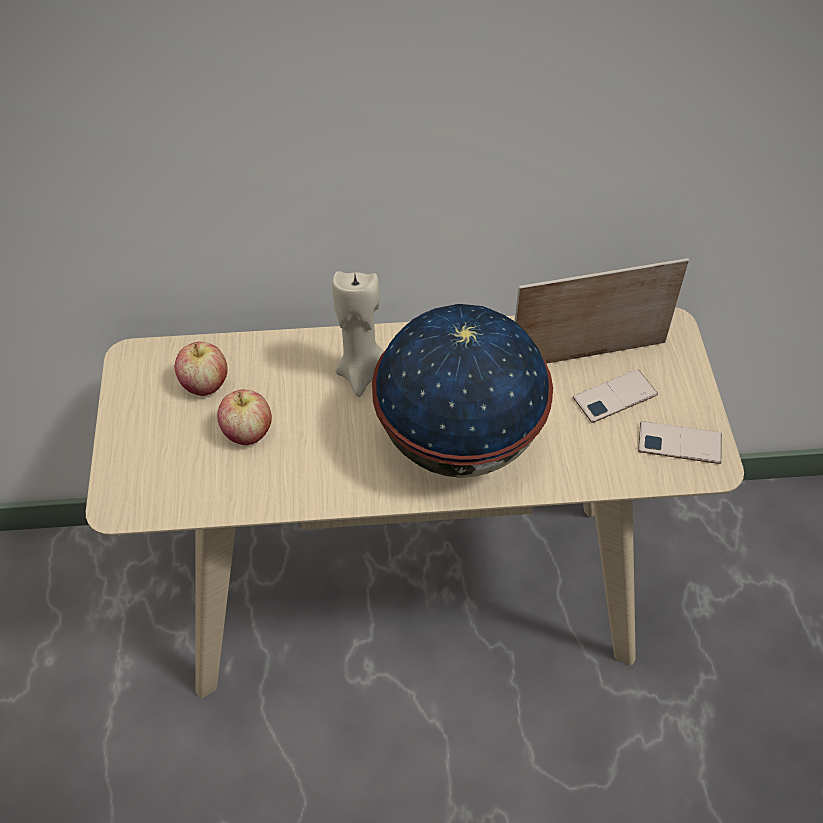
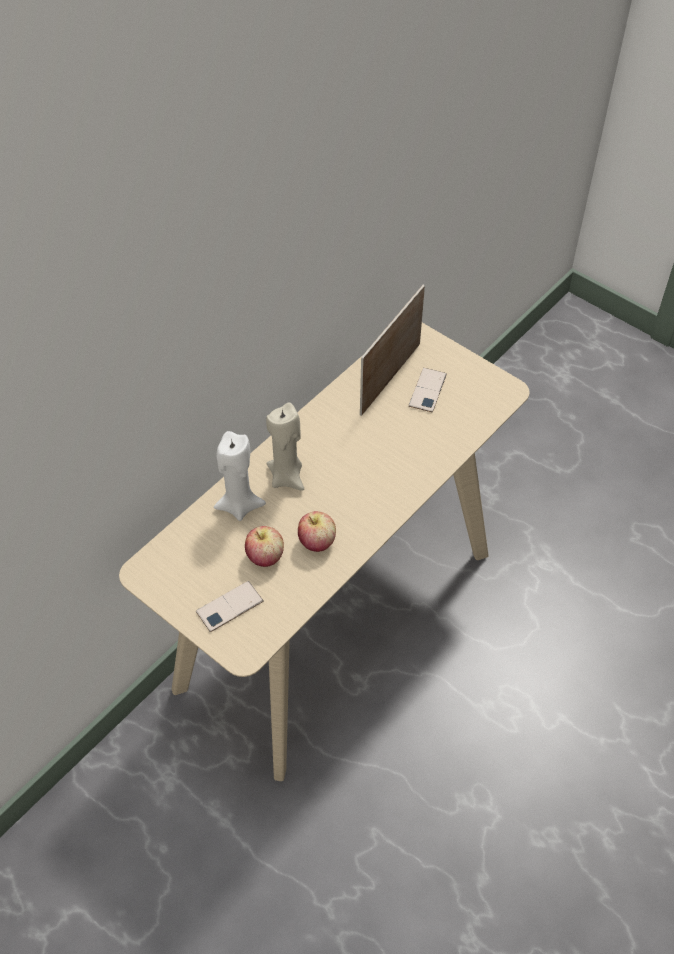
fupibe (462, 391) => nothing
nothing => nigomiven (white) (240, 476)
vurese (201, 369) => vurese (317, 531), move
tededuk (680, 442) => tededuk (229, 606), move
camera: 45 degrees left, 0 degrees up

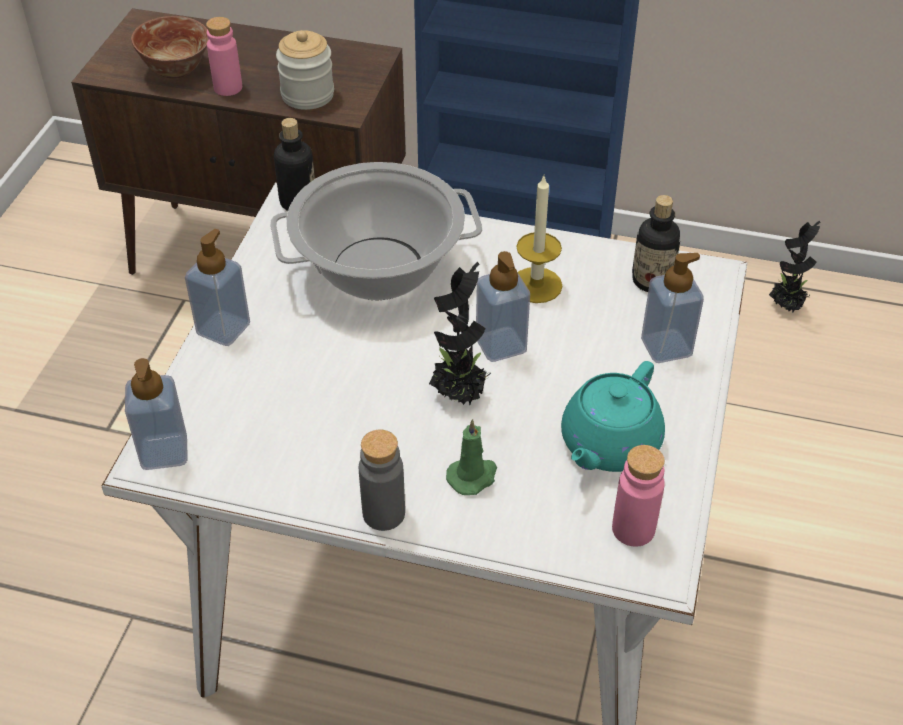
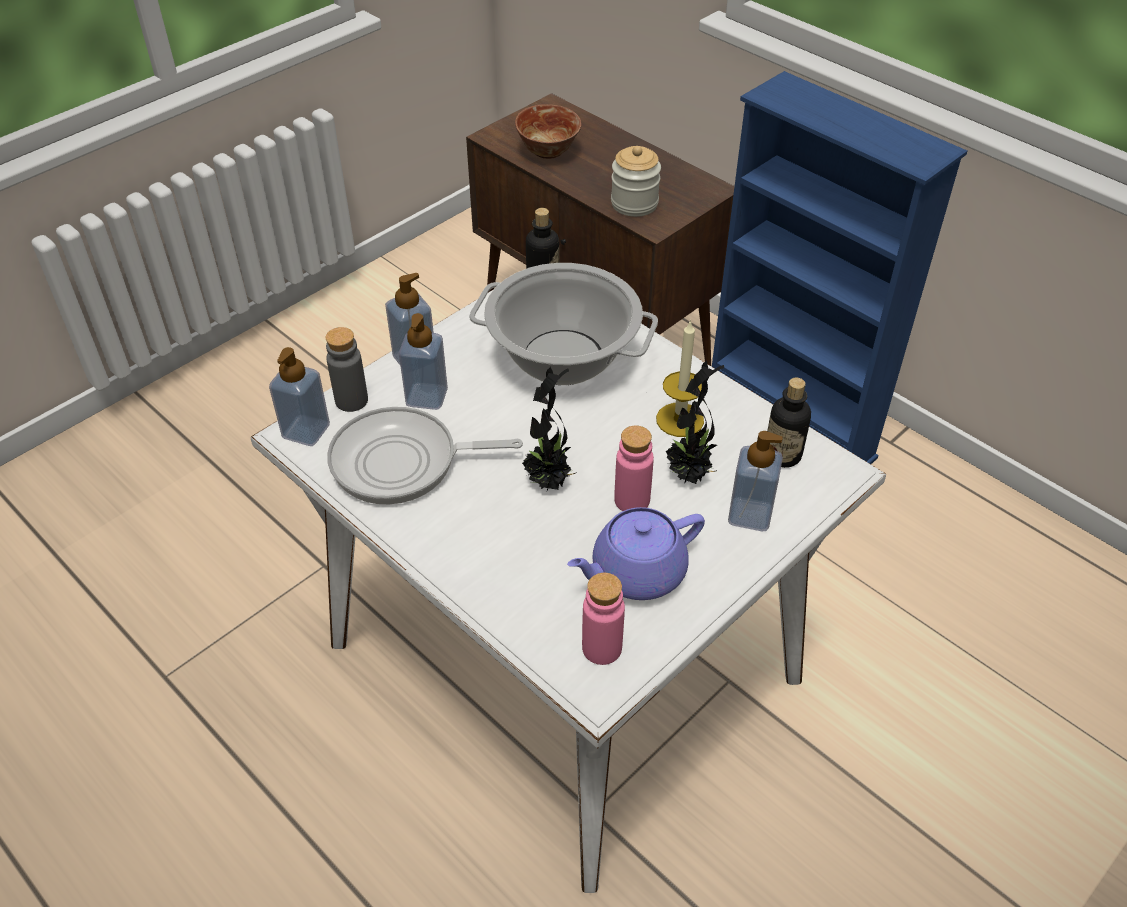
nigomiven (green) (471, 457) => nothing
nothing => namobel (425, 456)
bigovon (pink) (224, 56) => bigovon (pink) (634, 468), move
bigovon (grey) (382, 480) => bigovon (grey) (346, 369), move
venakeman (503, 306) => venakeman (423, 361), move
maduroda (795, 267) => maduroda (695, 422), move
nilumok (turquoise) (613, 416) => nilumok (purple) (636, 553)
camera: 30 degrees right, 0 degrees up

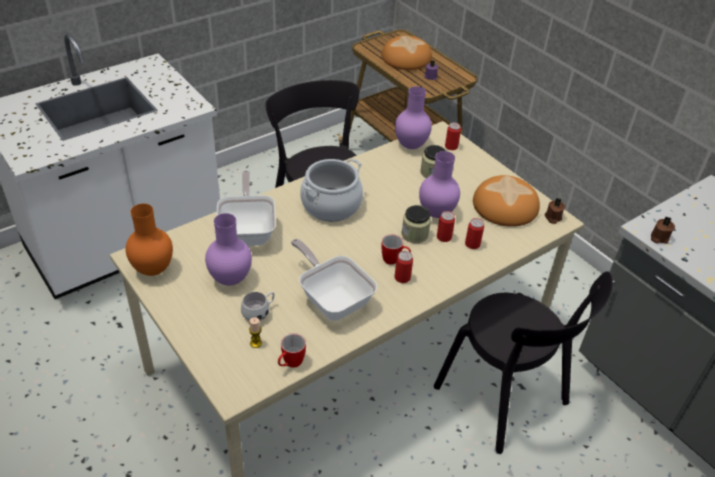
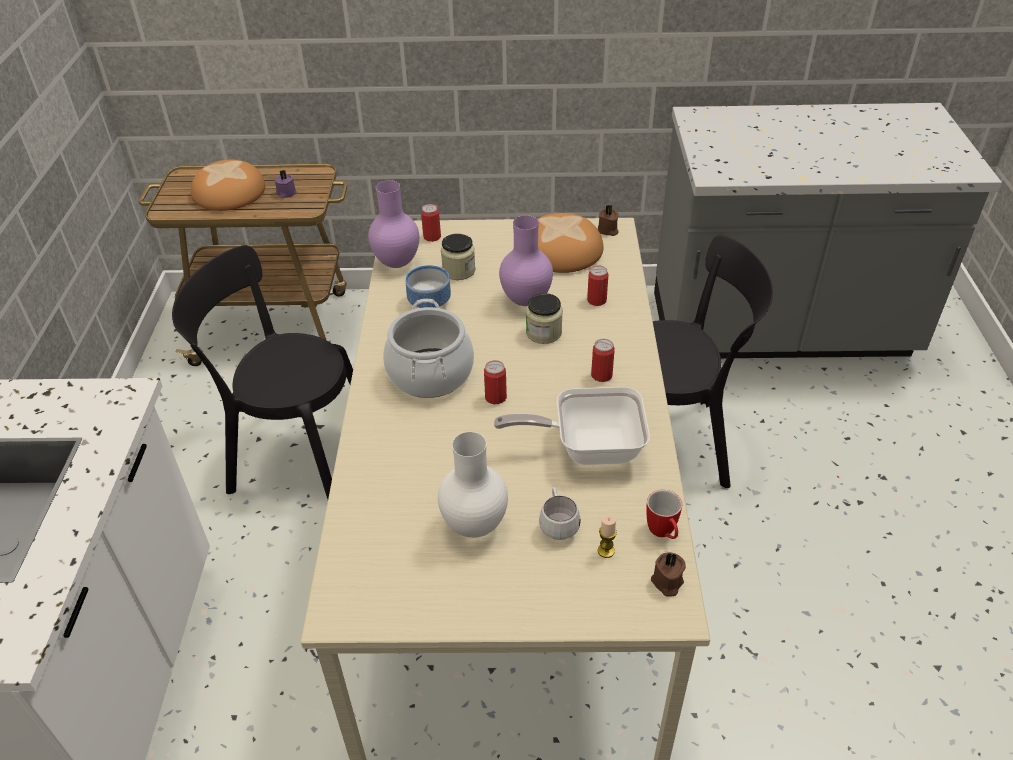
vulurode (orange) (149, 239) => nothing
namobel (246, 208) => nothing
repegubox (396, 249) => nothing
nothing => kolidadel (428, 286)
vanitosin (446, 226) => vanitosin (495, 382), move
nigomiven (brown) (663, 229) => nigomiven (brown) (668, 575), move
vulurode (purple) (228, 249) => vulurode (white) (473, 485)
camera: 50 degrees left, 0 degrees up

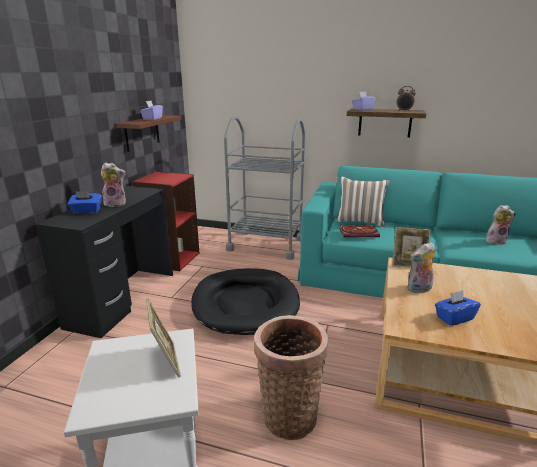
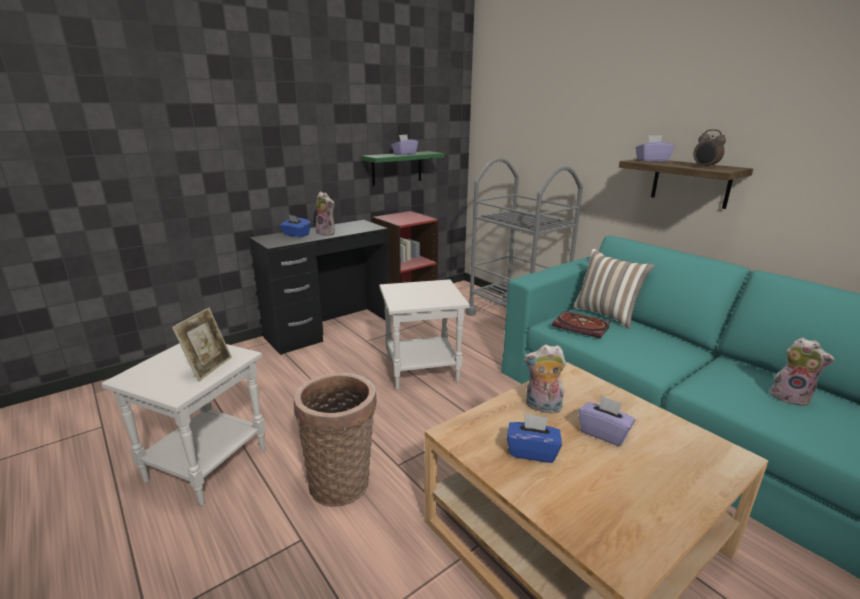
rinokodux (412, 247) => nothing
nothing => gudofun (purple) (607, 420)
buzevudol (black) (245, 301) => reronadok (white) (424, 334)
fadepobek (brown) (148, 133) => fadepobek (green) (403, 168)
camera: 35 degrees right, 0 degrees up

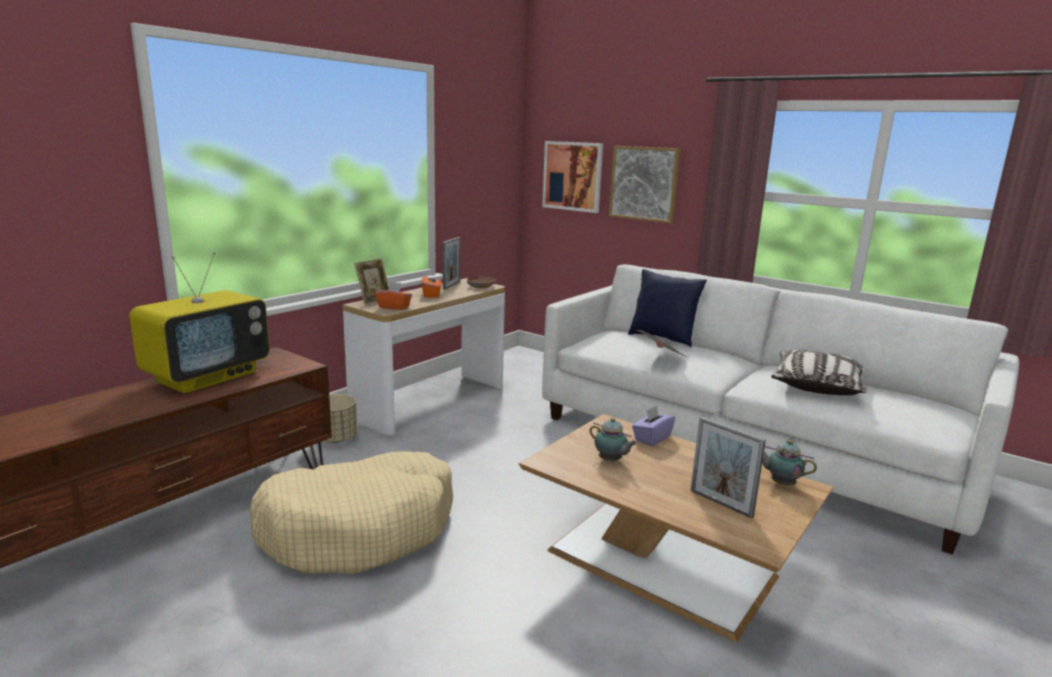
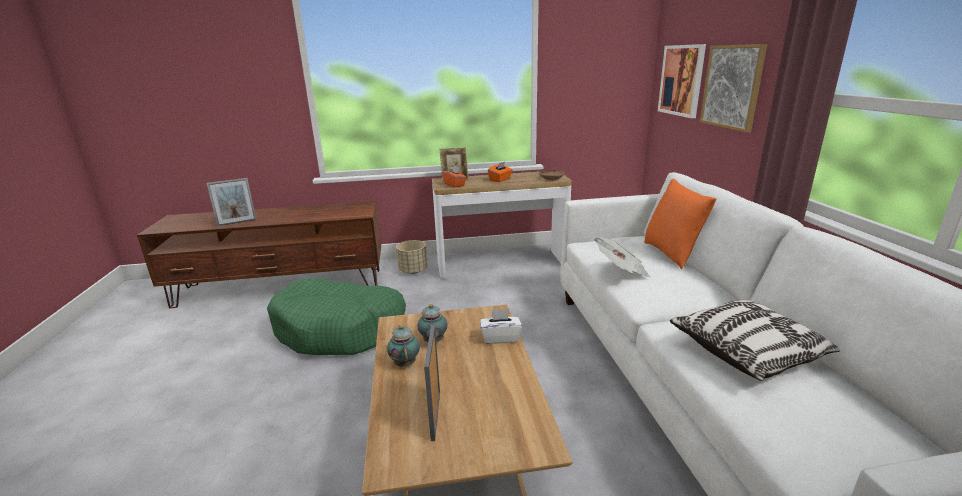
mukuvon (199, 322) => nothing
rinokodux (451, 263) => rinokodux (231, 202), move
nilumok (789, 463) => nilumok (403, 346), move
buzevudol (beige) (351, 513) => buzevudol (green) (336, 316)
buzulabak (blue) (667, 308) => buzulabak (orange) (680, 224)
gudofun (purple) (653, 426) => gudofun (white) (501, 326)
camera: 45 degrees right, 5 degrees up

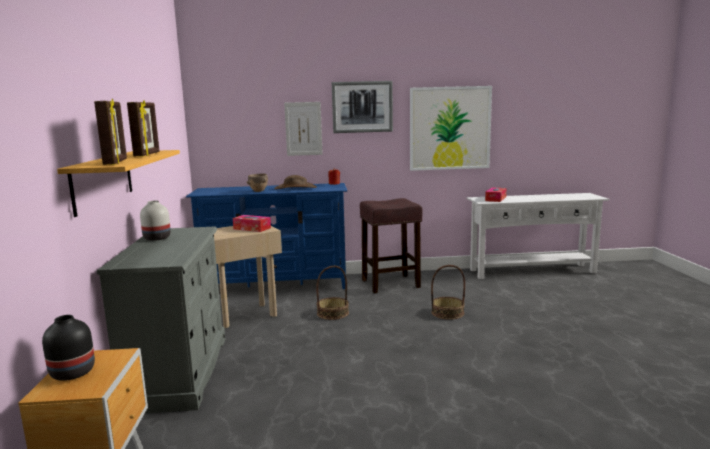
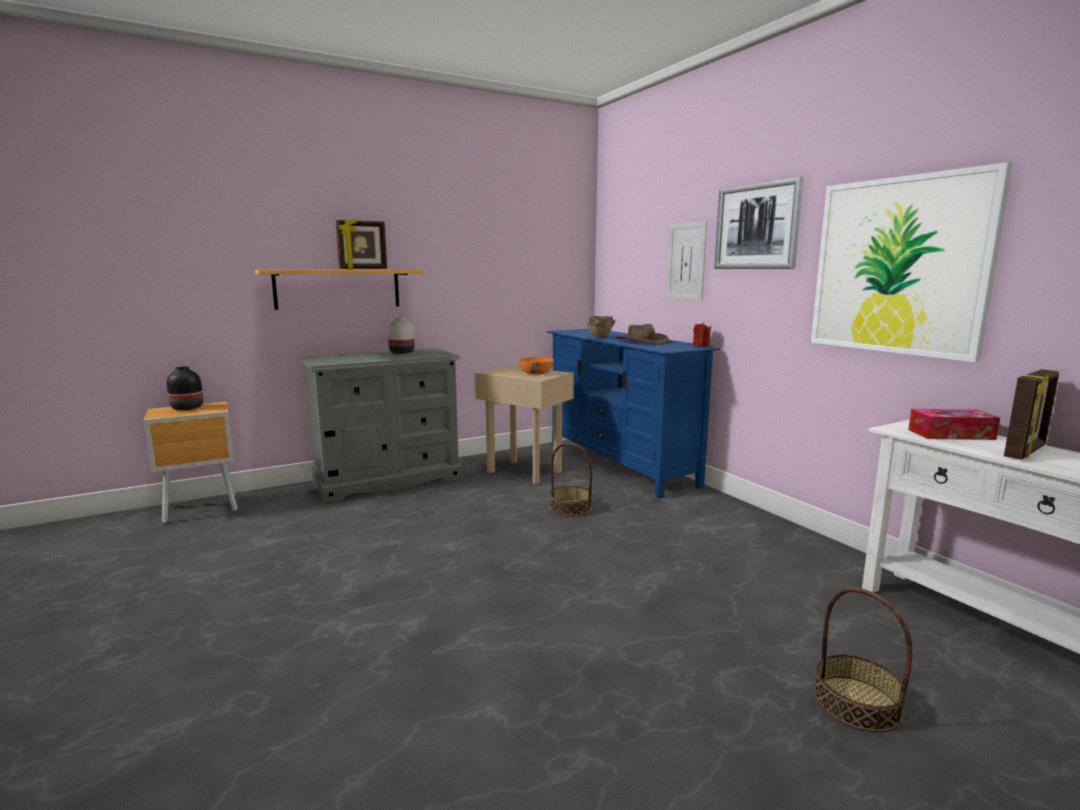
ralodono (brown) (391, 245) => nothing
rinokodux (110, 131) => rinokodux (1031, 414), move
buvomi (448, 292) => buvomi (863, 659), move
gudofun (252, 223) => kolidadel (orange) (536, 366)
camera: 65 degrees right, 0 degrees up

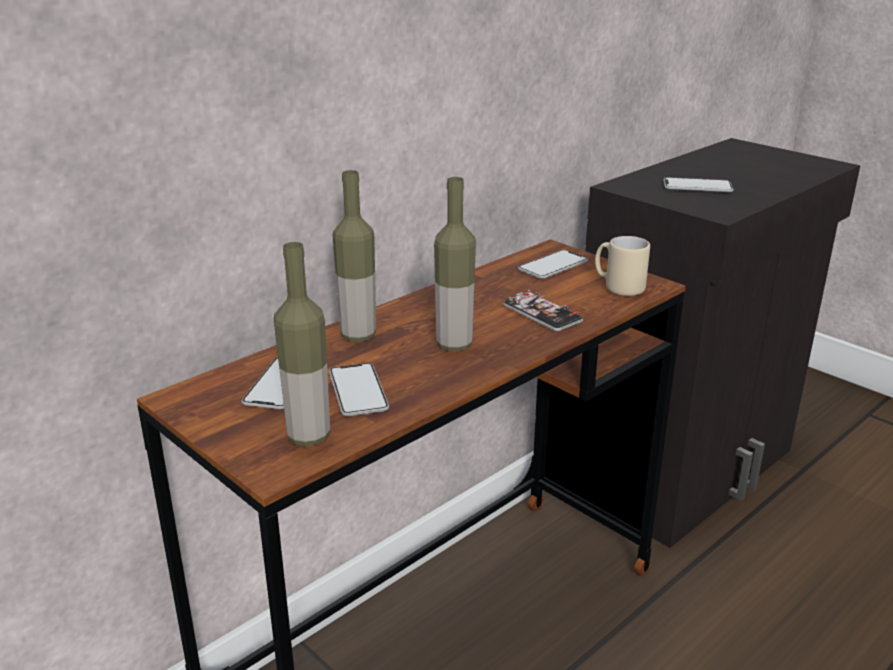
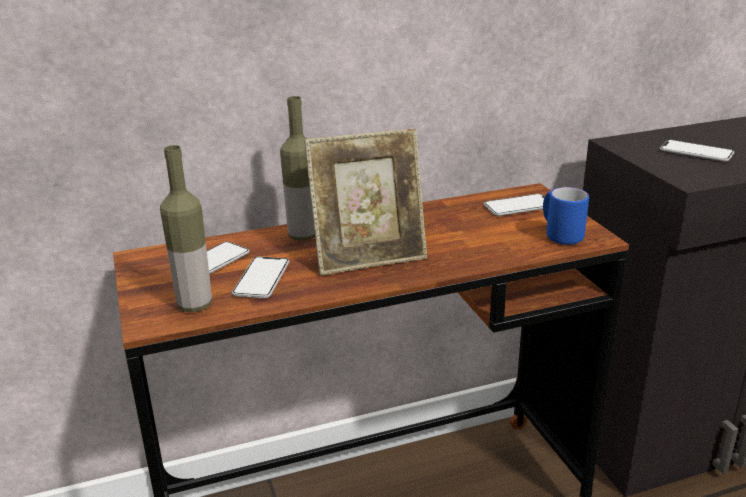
tededuk (543, 310) => nothing
bigovon (455, 264) => rinokodux (365, 202)
repegubox (beige) (622, 266) => repegubox (blue) (566, 216)
camera: 25 degrees right, 0 degrees up

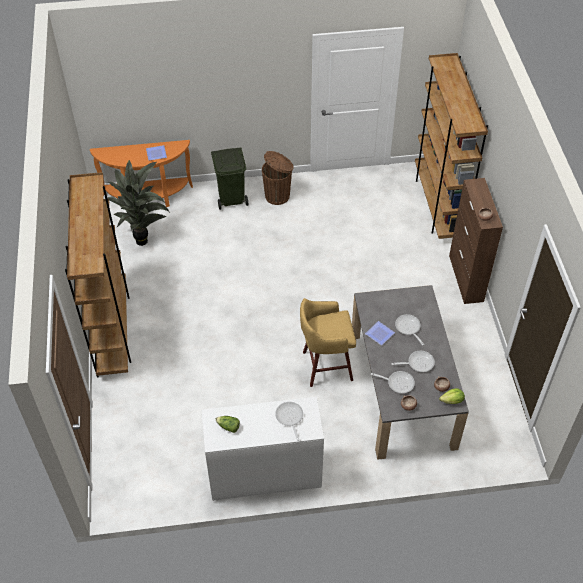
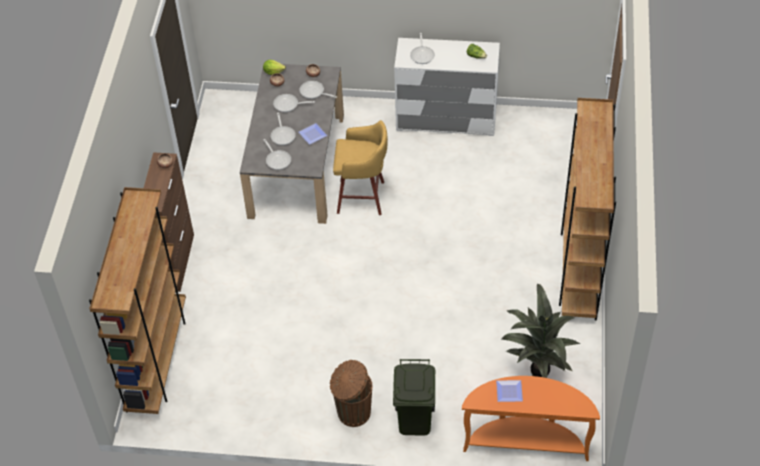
nothing => namobel (277, 154)
camera: 165 degrees left, 0 degrees up

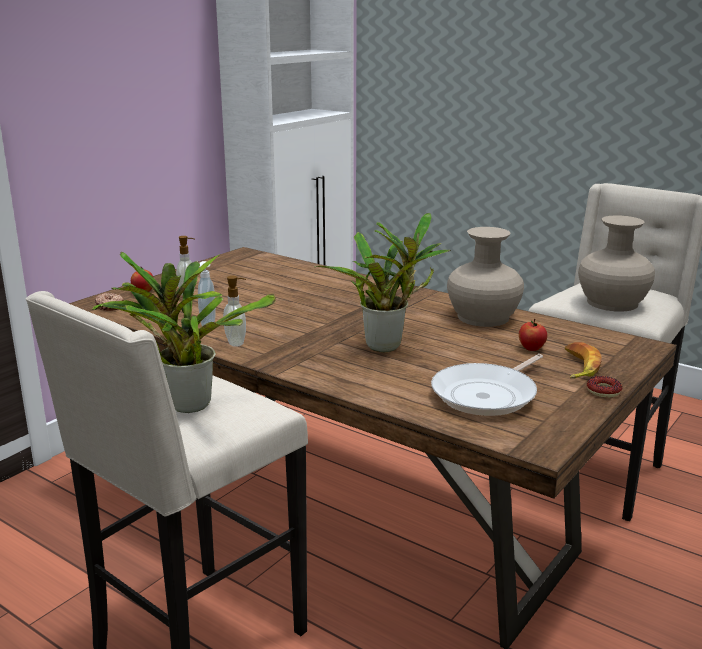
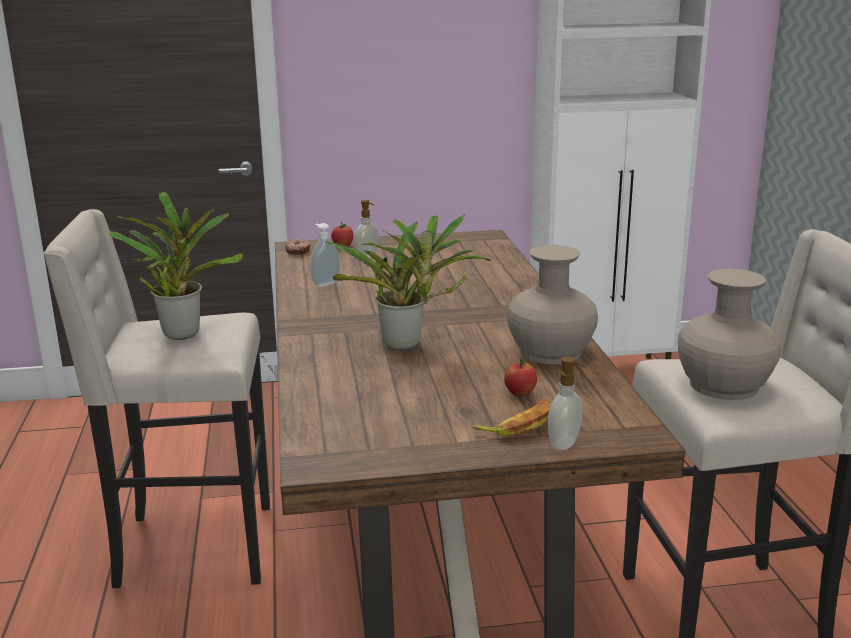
namobel (487, 385) => nothing
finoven (604, 387) => nothing
venakeman (234, 311) => venakeman (567, 403), move
camera: 45 degrees right, 0 degrees up

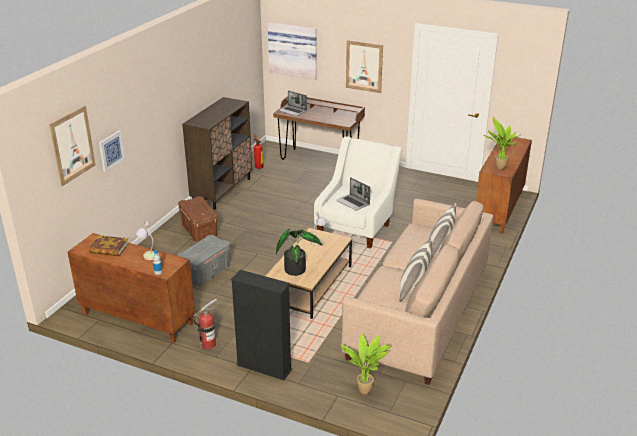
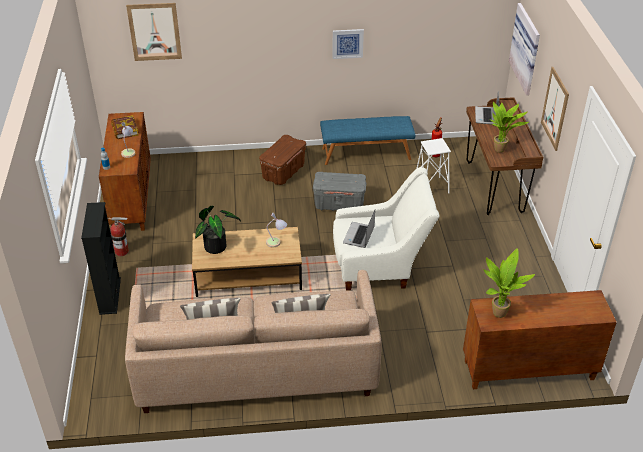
nothing => ralodono (white) (434, 165)
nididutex (112, 151) => nididutex (348, 44), move
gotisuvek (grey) (203, 260) => gotisuvek (grey) (339, 191), move
maduroda (366, 364) => maduroda (510, 127), move
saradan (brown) (217, 153) => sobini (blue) (368, 140)
camera: 60 degrees right, 10 degrees up

